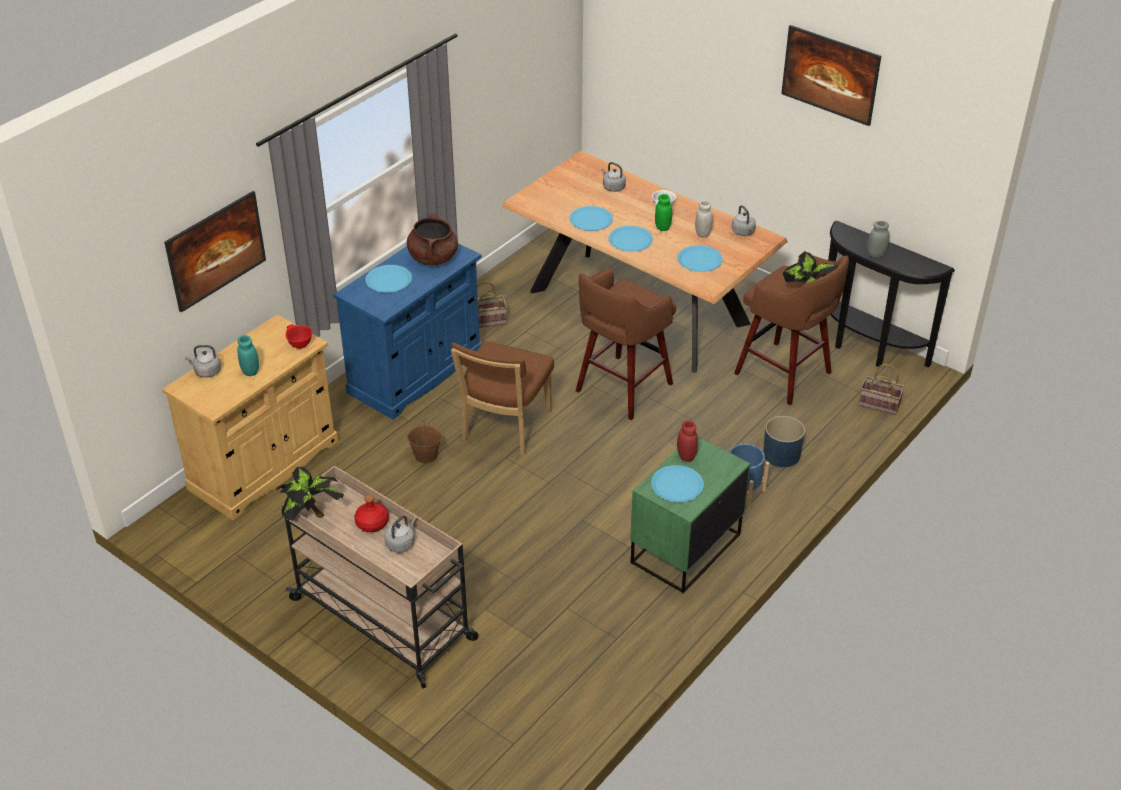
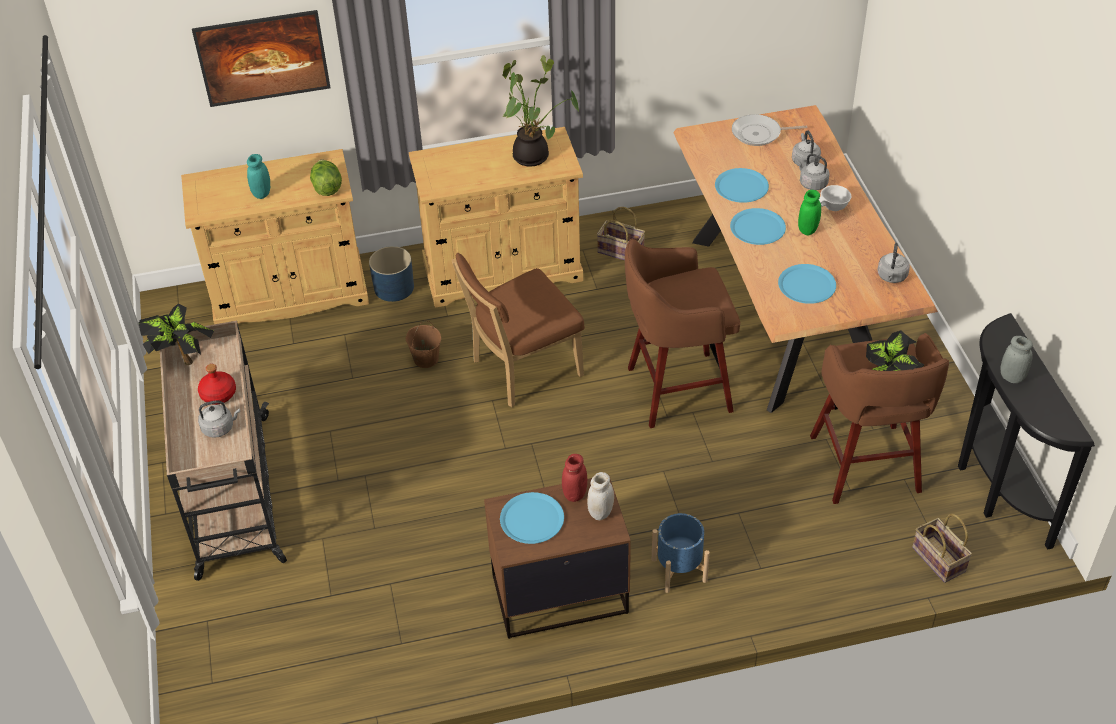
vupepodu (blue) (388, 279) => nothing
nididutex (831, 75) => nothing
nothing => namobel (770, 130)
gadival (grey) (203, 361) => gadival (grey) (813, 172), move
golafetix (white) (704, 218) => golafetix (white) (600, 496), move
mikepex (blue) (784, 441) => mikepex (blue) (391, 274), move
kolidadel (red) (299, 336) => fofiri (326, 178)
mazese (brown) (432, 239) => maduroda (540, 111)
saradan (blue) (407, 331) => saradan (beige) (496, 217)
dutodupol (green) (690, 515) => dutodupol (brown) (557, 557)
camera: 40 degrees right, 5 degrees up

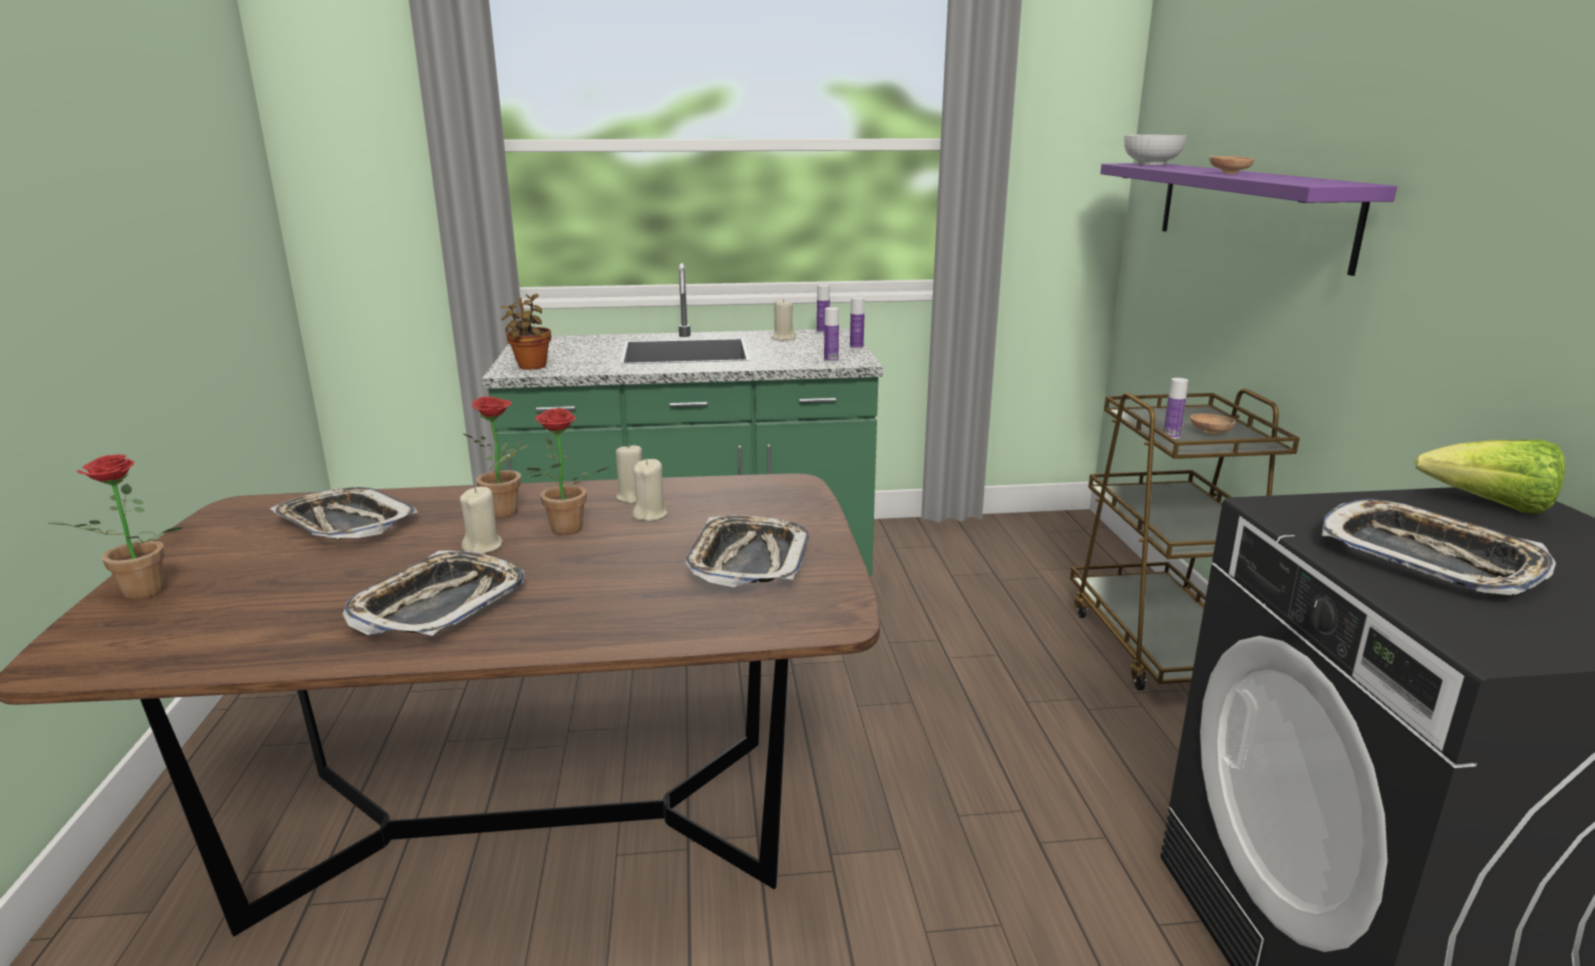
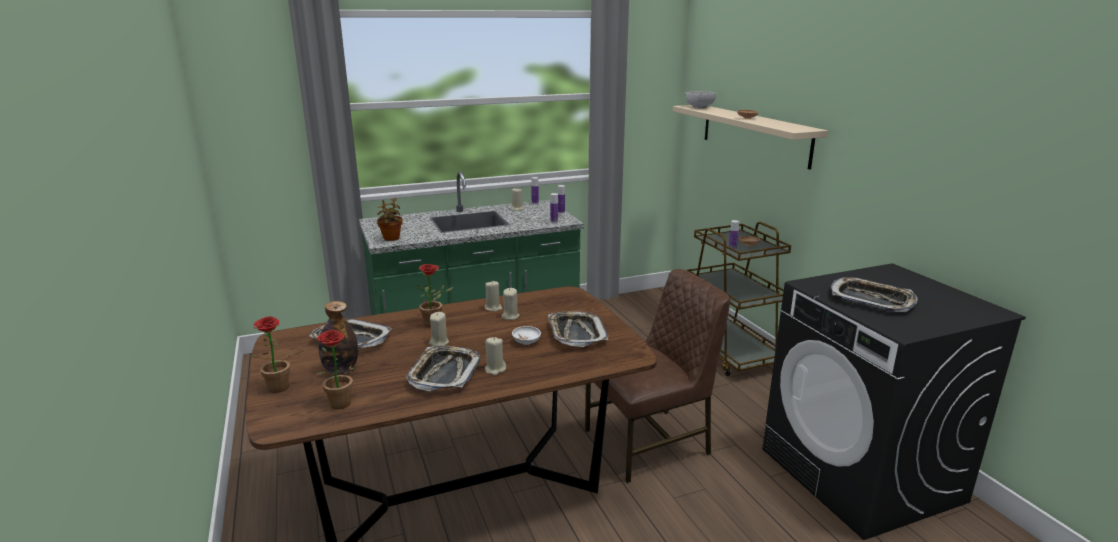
fofiri (1490, 477) => nothing
nothing => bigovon (338, 337)
nothing => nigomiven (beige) (495, 356)
nothing => kolidadel (white) (526, 335)
nothing => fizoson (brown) (657, 376)
maduroda (568, 471) => maduroda (340, 369), move
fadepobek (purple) (1248, 219) => fadepobek (beige) (750, 137)
camera: 15 degrees left, 0 degrees up

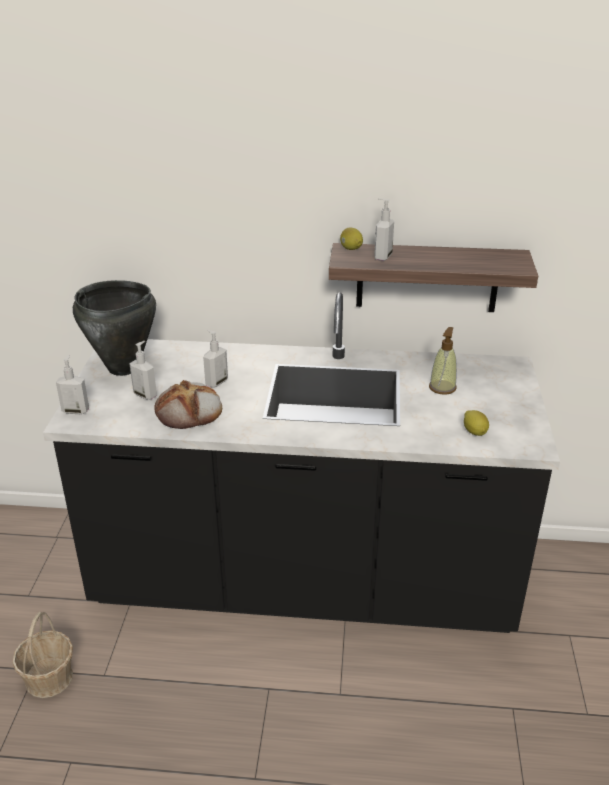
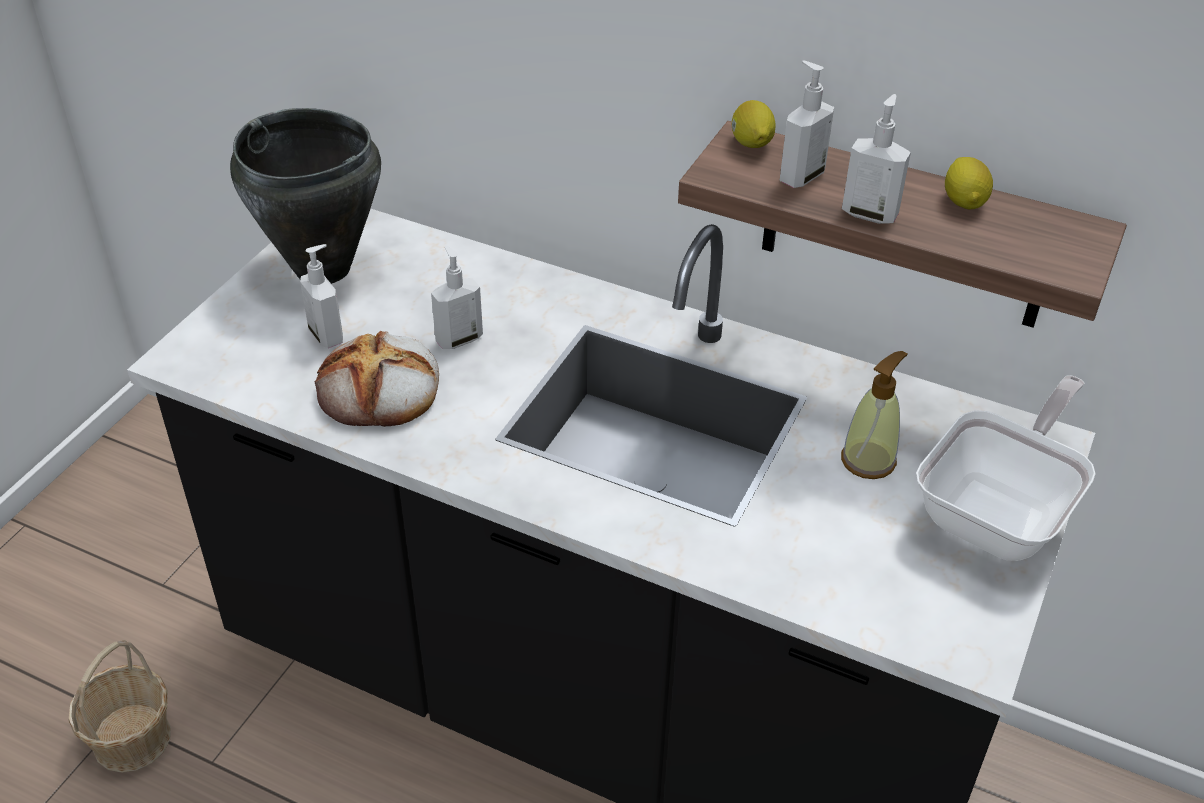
nothing => namobel (1006, 468)
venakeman (72, 384) => venakeman (876, 159), move
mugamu (476, 423) => mugamu (969, 183), move
camera: 20 degrees right, 10 degrees up

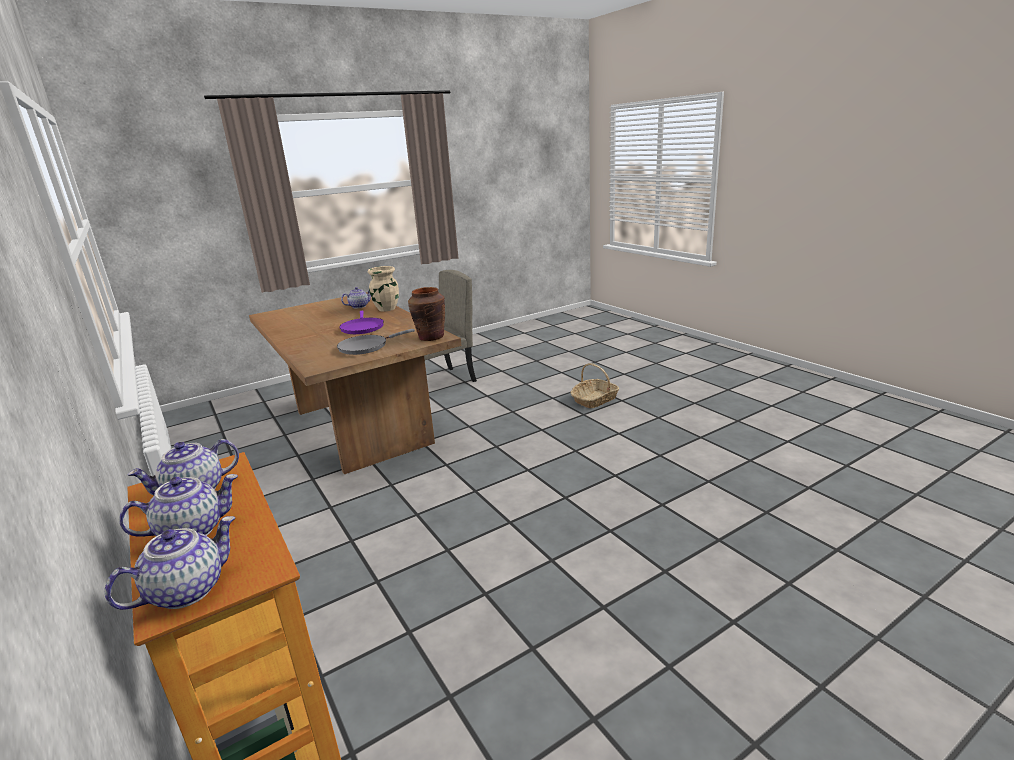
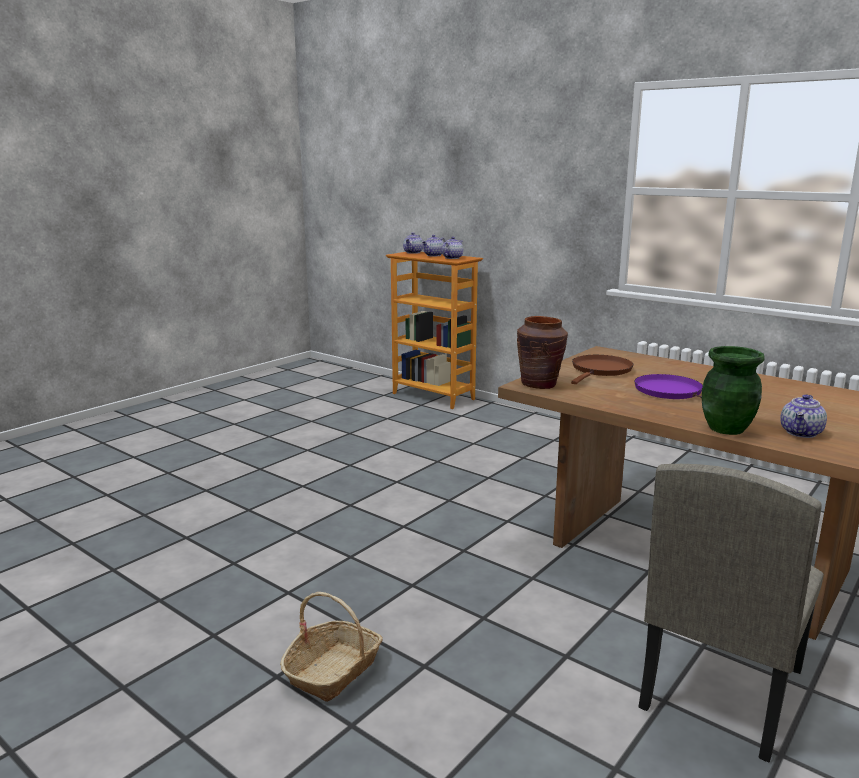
namobel (grey) (376, 342) => namobel (brown) (602, 369)
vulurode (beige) (383, 289) => vulurode (green) (733, 390)
camera: 160 degrees right, 5 degrees down

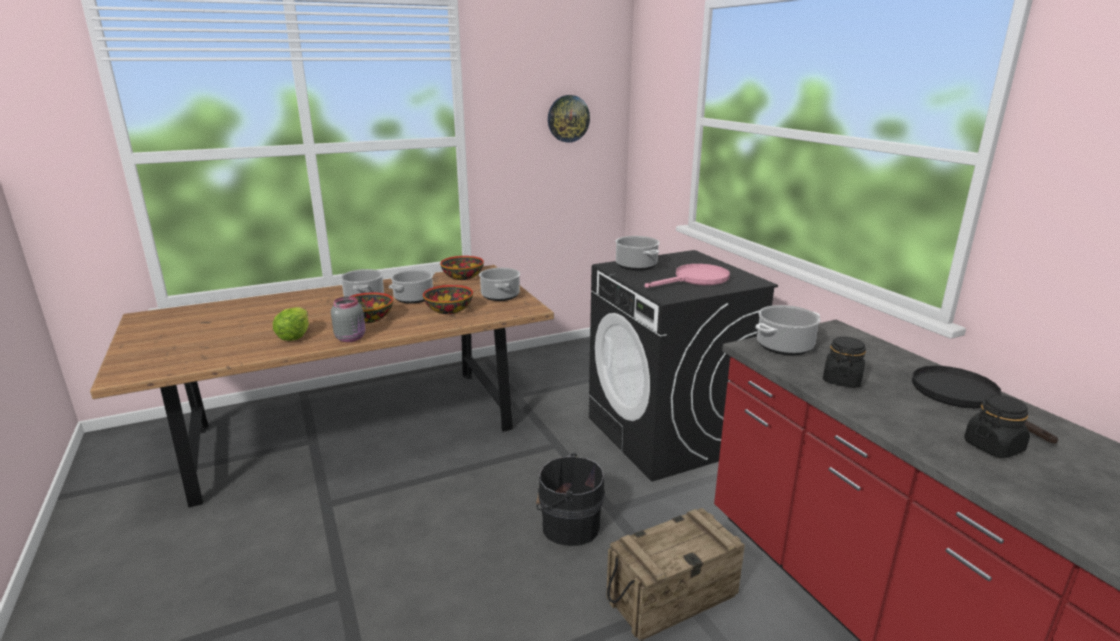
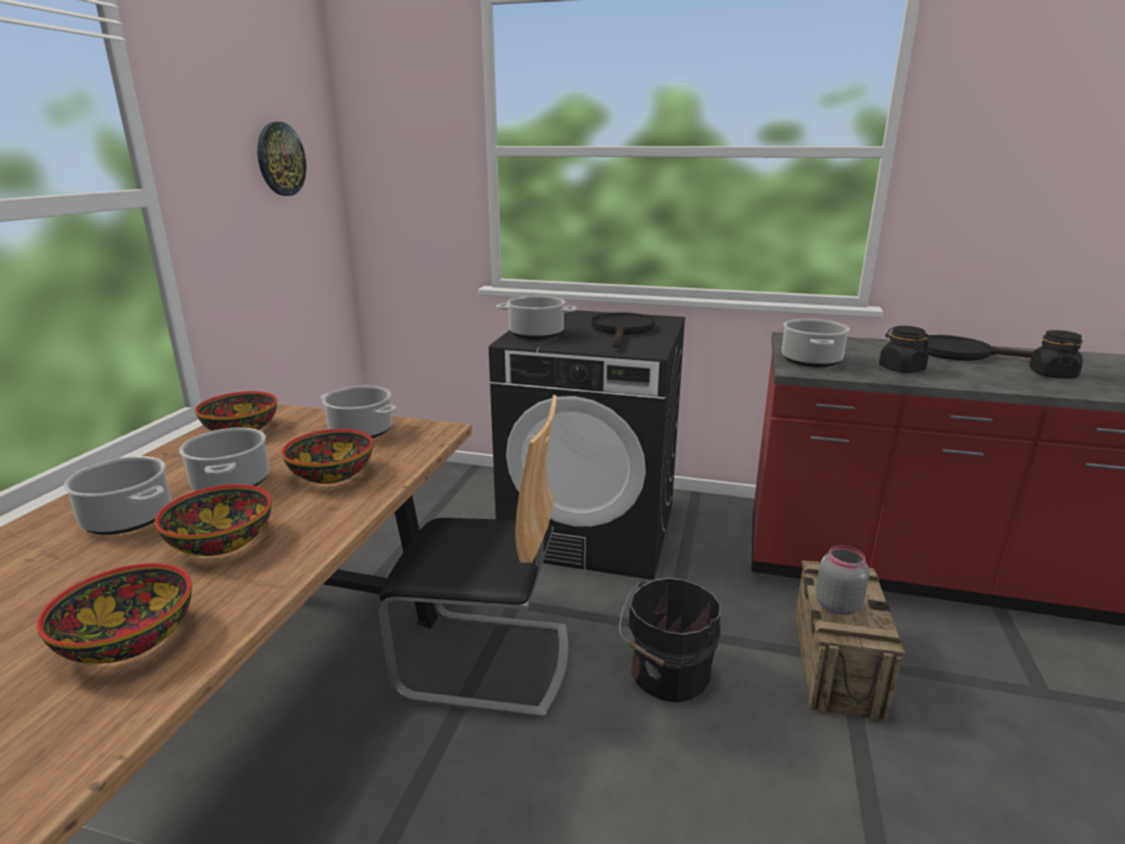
nothing => fizoson (473, 557)
golafetix (grey) (348, 319) => golafetix (grey) (843, 580), move
fofiri (291, 324) => kolidadel (114, 613)
namobel (pink) (687, 276) => namobel (black) (623, 330)
camera: 50 degrees left, 0 degrees up

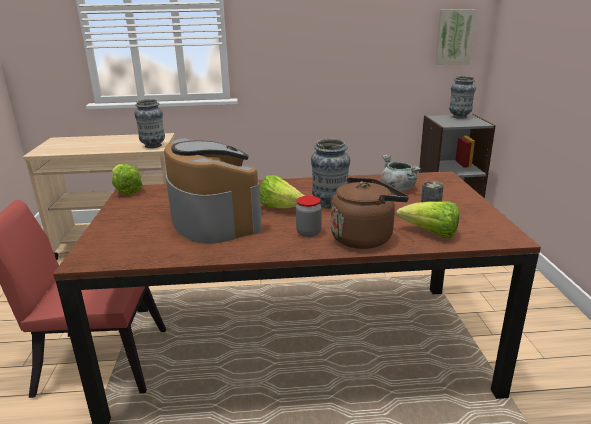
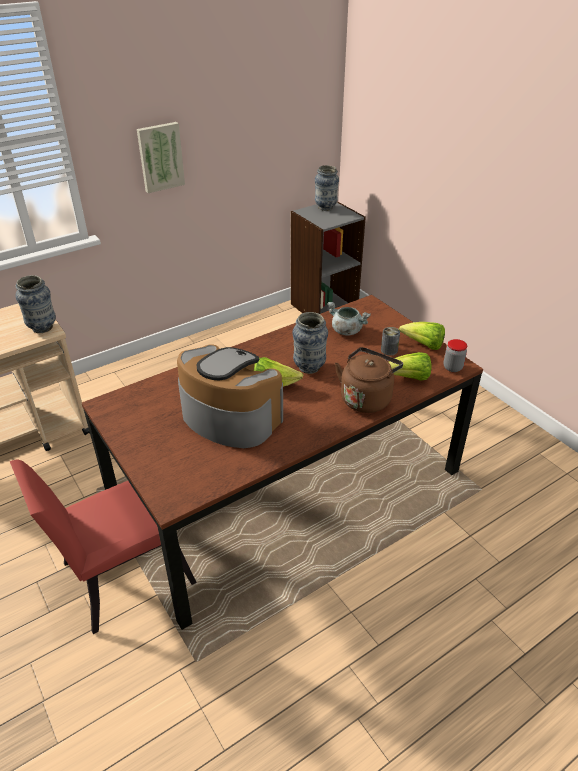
fofiri (127, 179) => fofiri (422, 336), move
golafetix (308, 216) => golafetix (455, 355), move
nididutex (456, 37) => nididutex (161, 157), move
camera: 30 degrees left, 15 degrees up

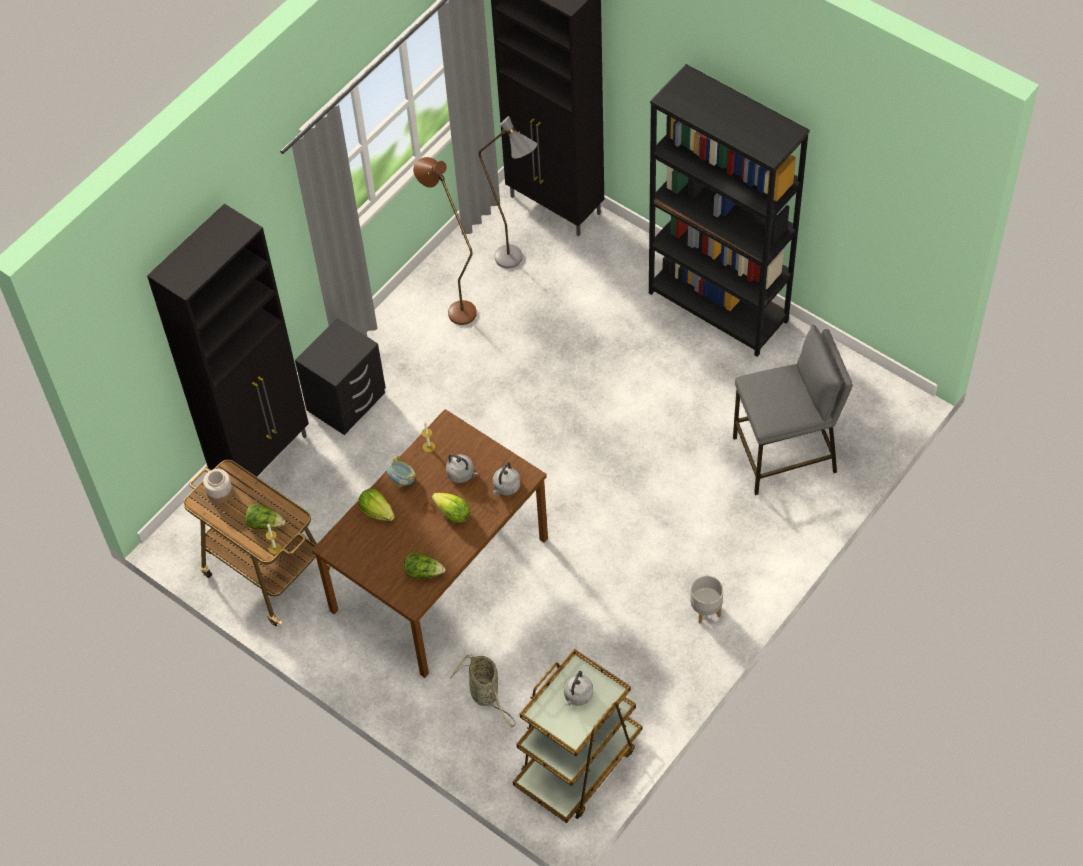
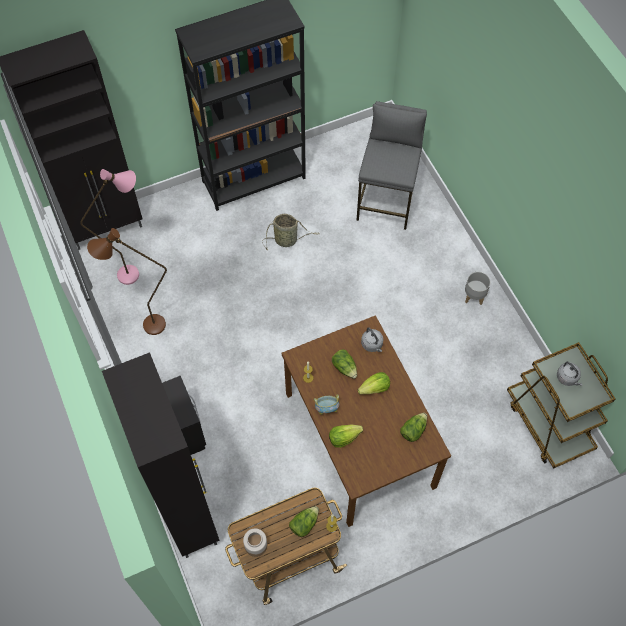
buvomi (483, 691) => buvomi (291, 232), move
gadival (grey) (462, 468) => fofiri (344, 364)
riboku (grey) (508, 192) => riboku (pink) (109, 227)
camera: 65 degrees left, 5 degrees up

